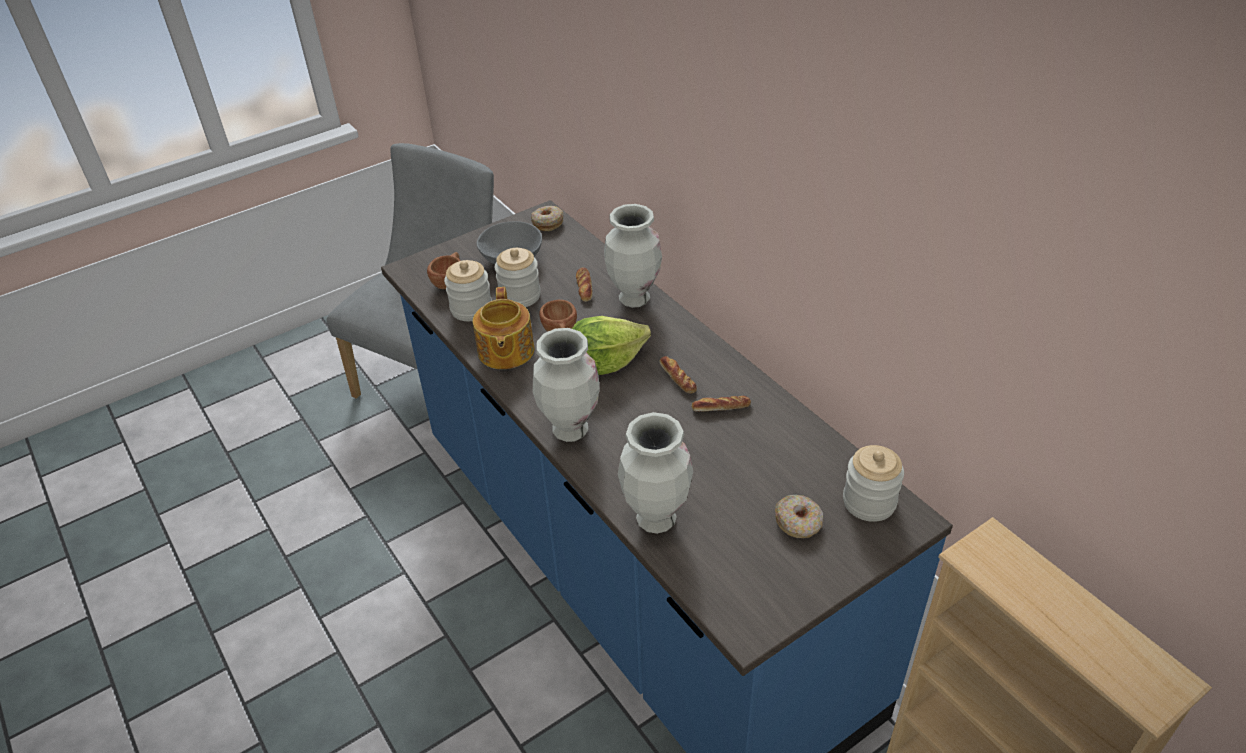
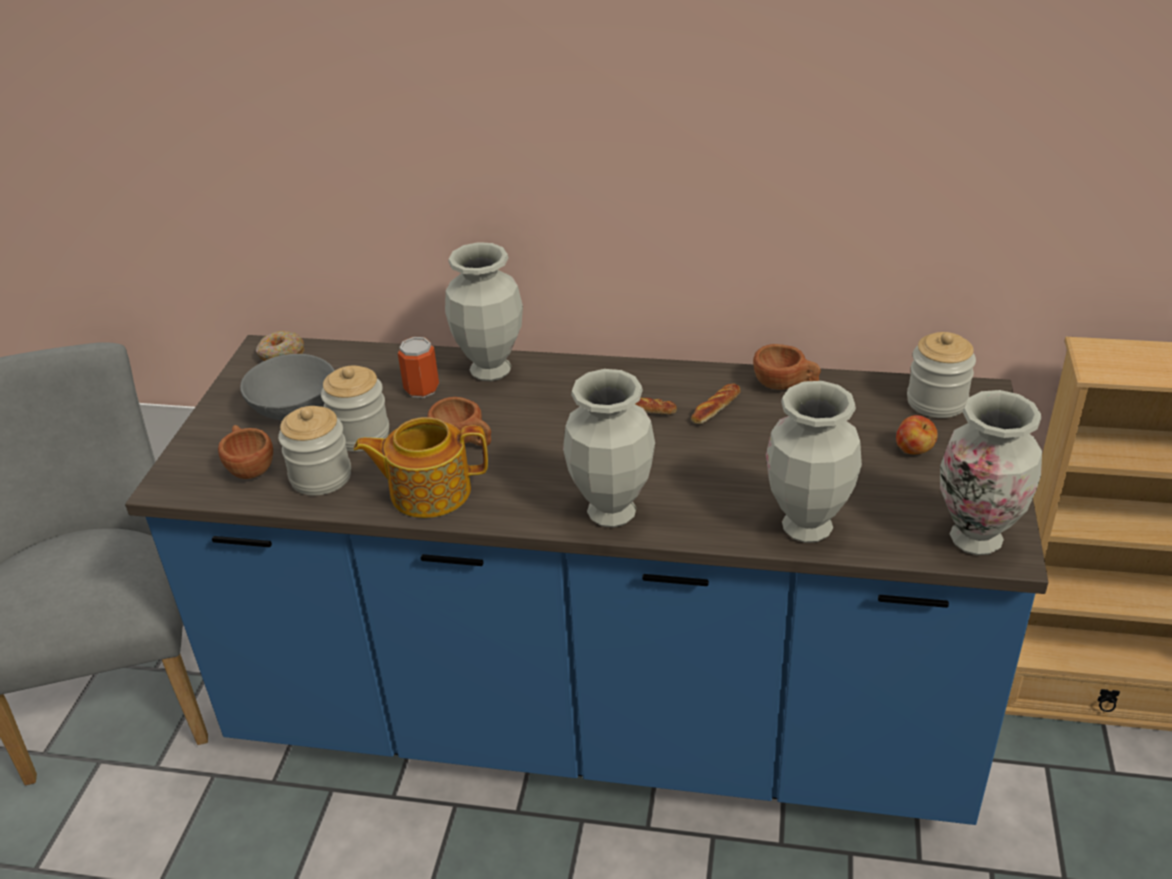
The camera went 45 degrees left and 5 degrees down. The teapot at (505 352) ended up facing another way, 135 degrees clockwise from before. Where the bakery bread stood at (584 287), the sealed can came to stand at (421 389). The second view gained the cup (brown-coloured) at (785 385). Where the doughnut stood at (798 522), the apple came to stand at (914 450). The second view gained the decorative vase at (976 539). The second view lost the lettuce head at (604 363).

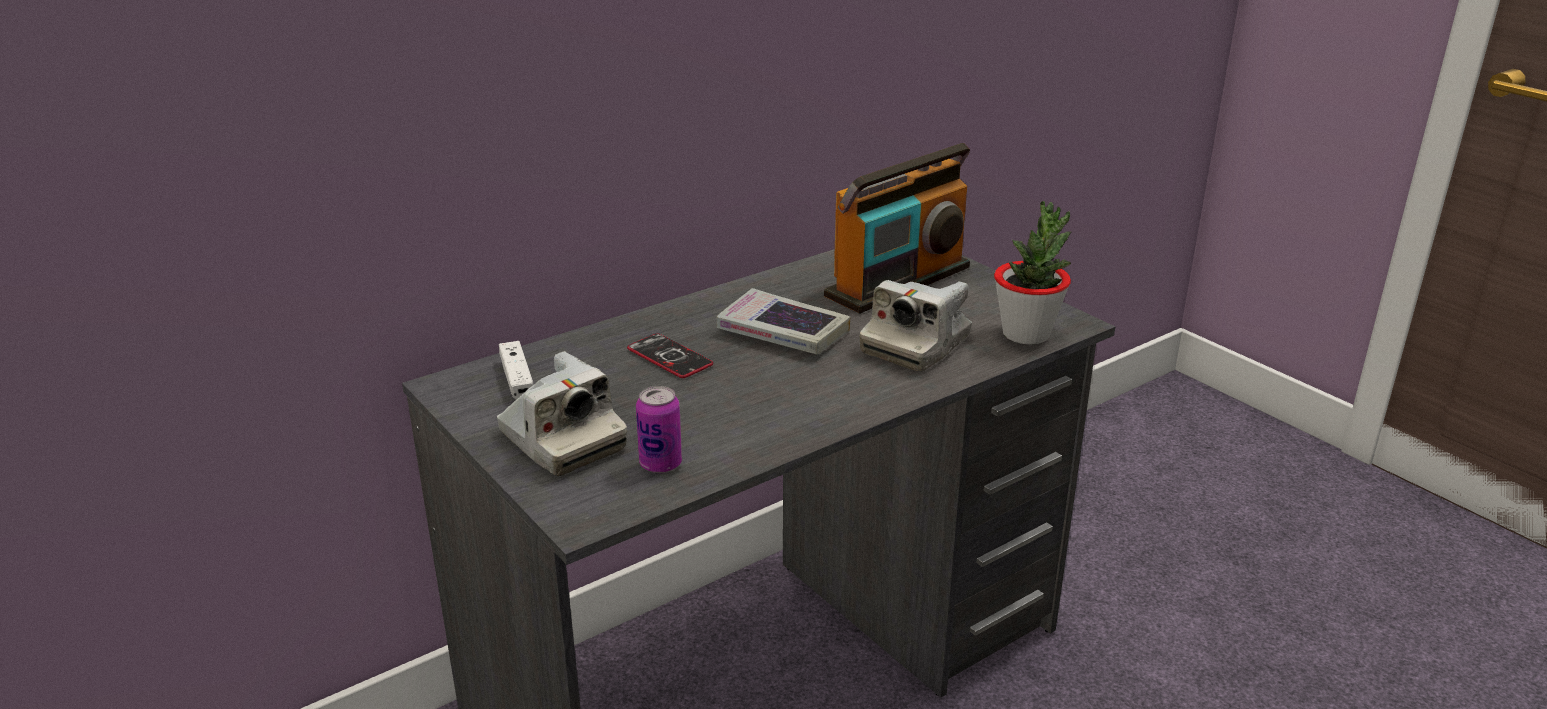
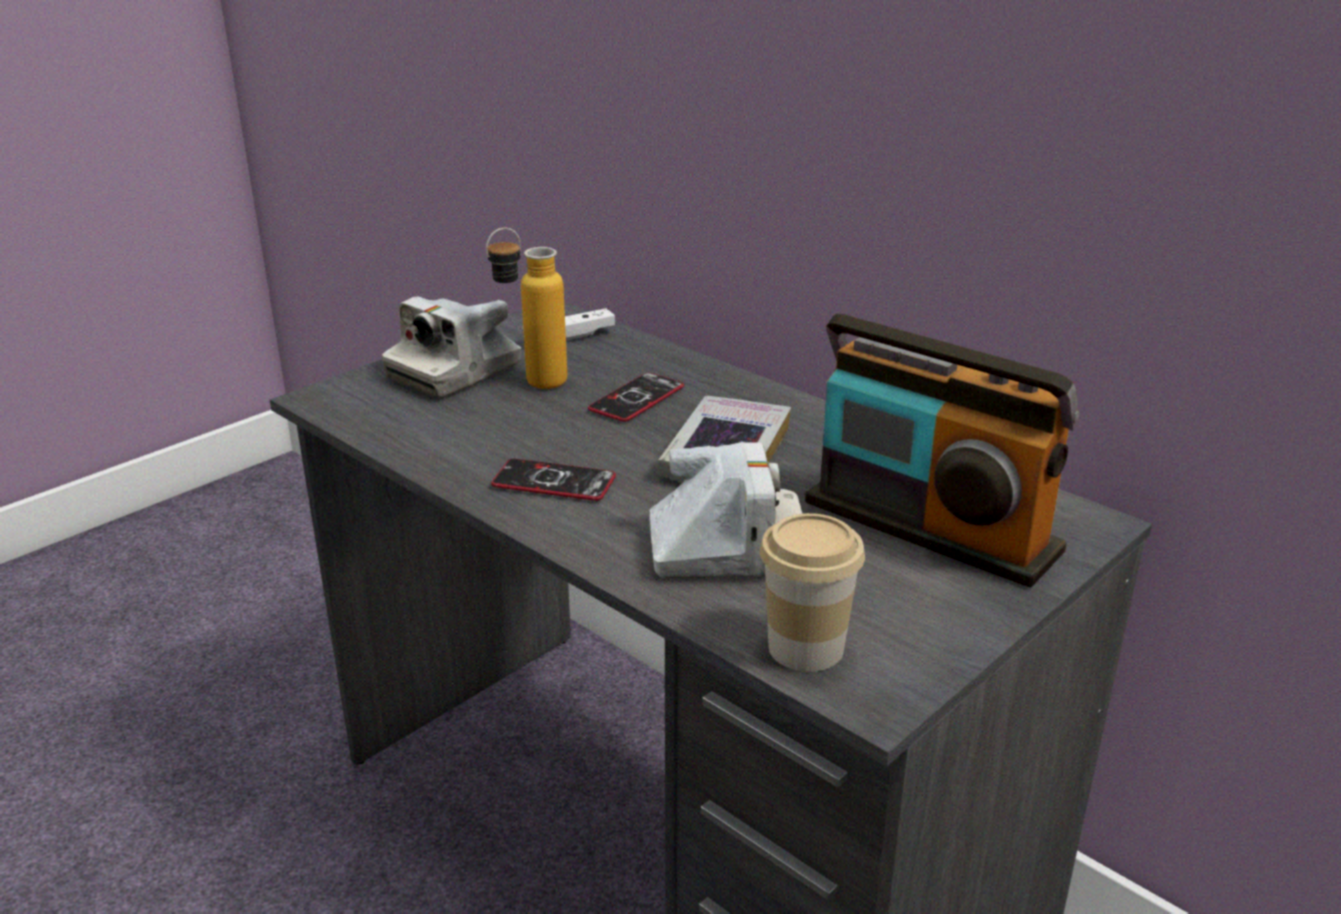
The camera went 80 degrees right and 0 degrees up. The second view gained the beverage bottle at (531 385). The second view gained the telephone at (554 482). The still camera at (916 345) ended up facing another way, 150 degrees clockwise from before. Where the houseplant stood at (1026 334), the cup came to stand at (805 648). The second view lost the sealed can at (660 464).

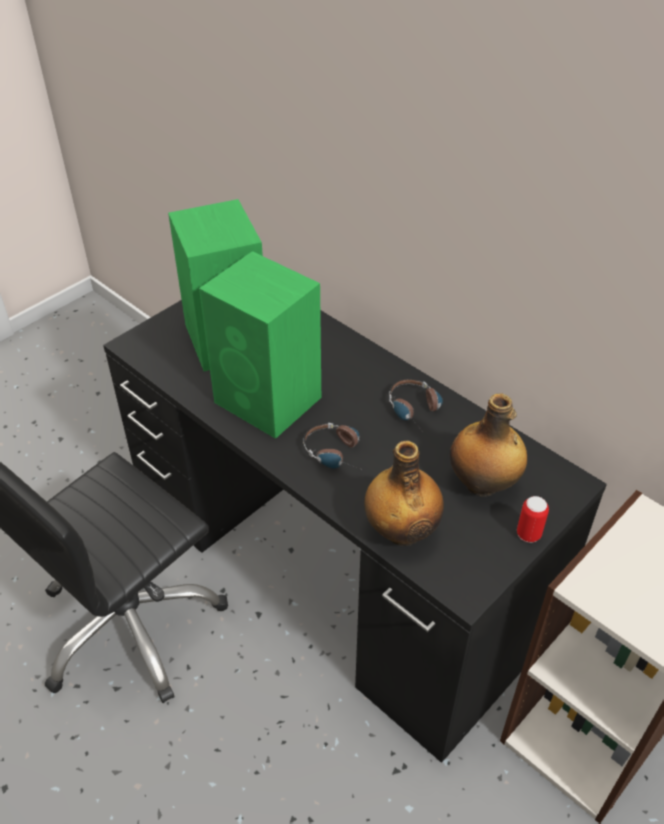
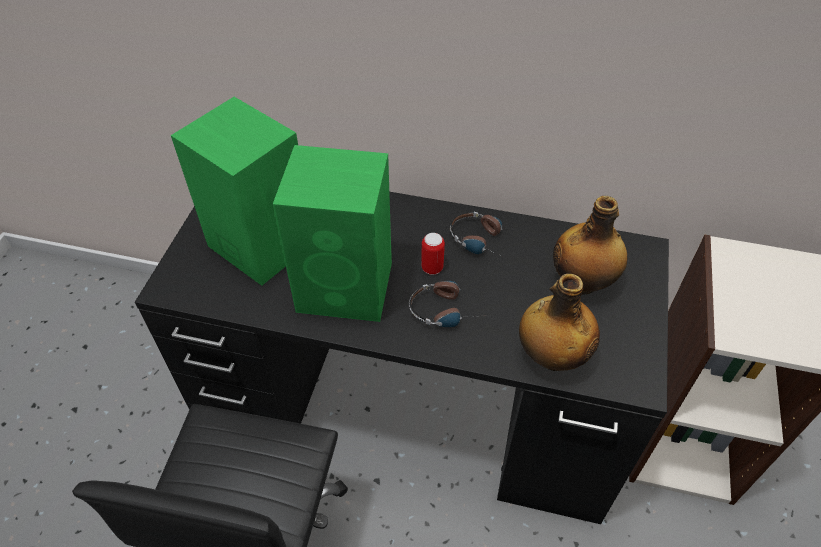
The camera went 30 degrees left and 5 degrees up. The sealed can ended up elsewhere, having gone from (528 534) to (432 268).

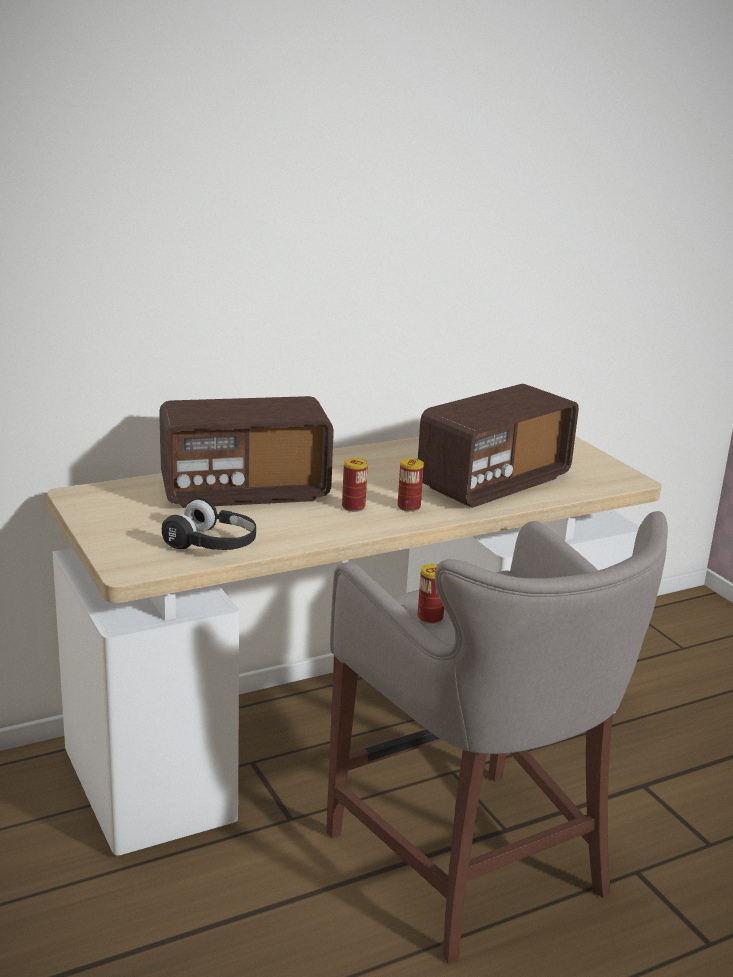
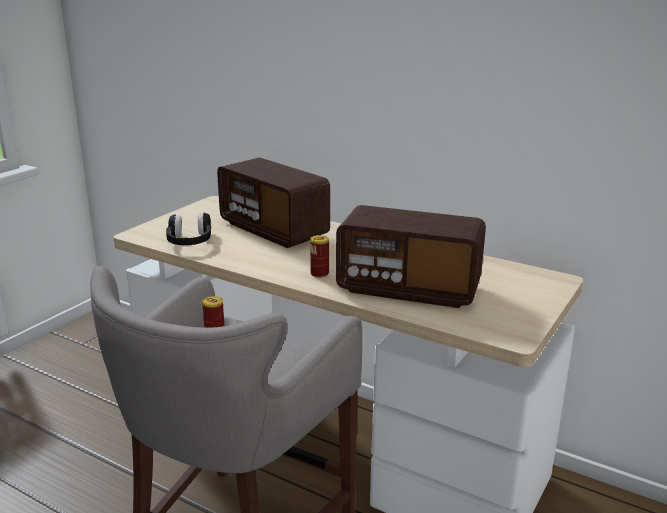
The camera went 60 degrees right and 0 degrees up. The second view lost the sealed can at (353 507).

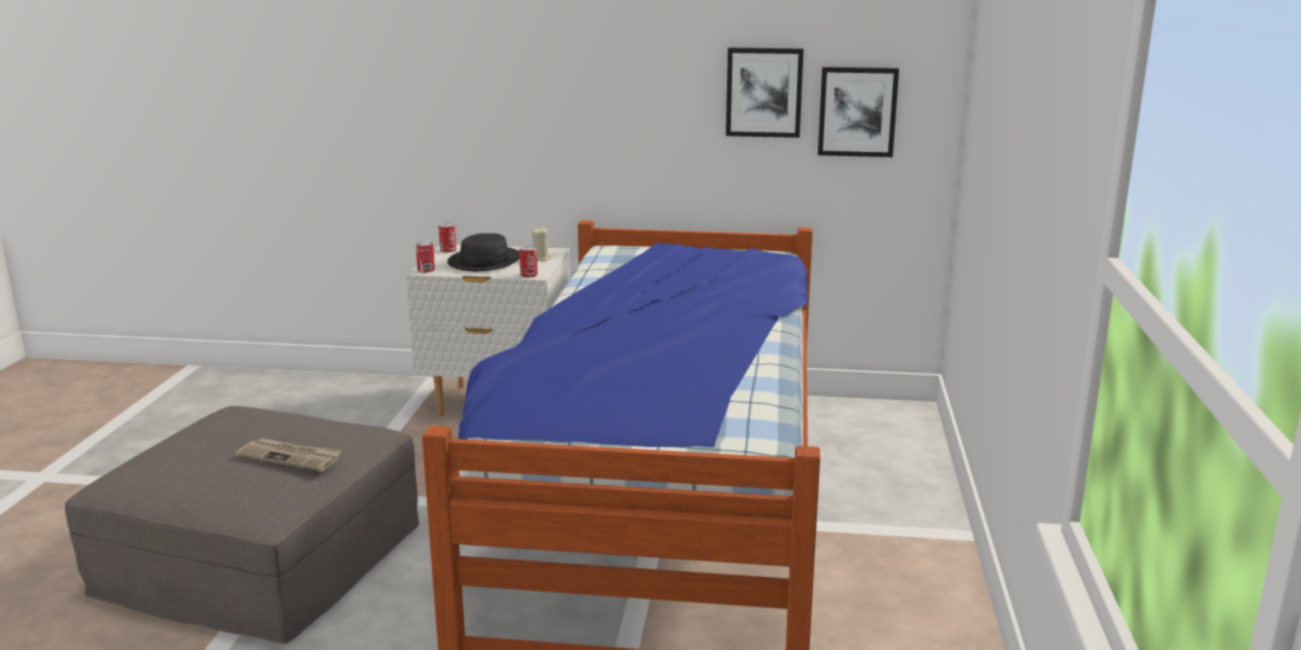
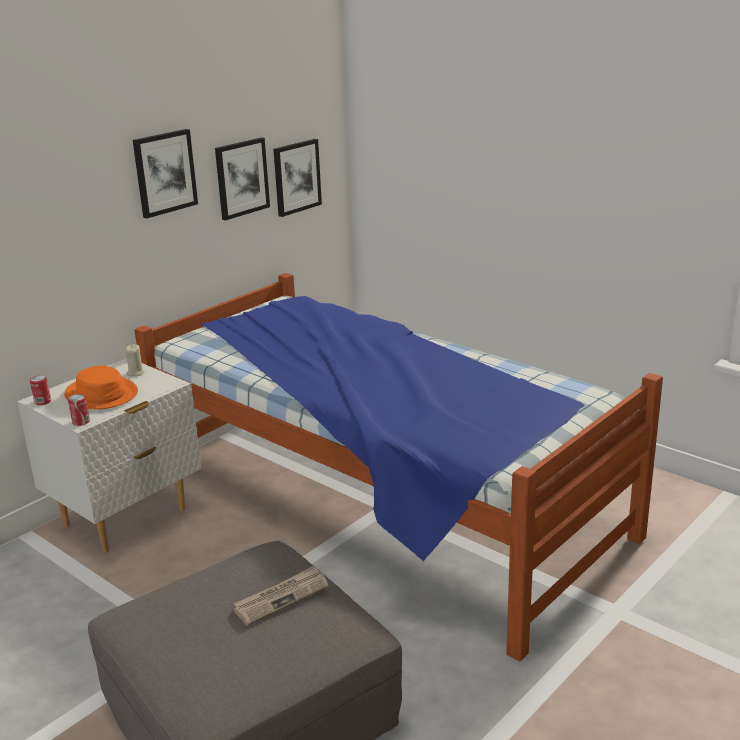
The camera went 55 degrees left and 5 degrees up. What was the clothing hat (black-coloured) at (485 261) turned into the clothing hat (orange) at (101 394). The second view gained the picture at (164 172). The second view lost the sealed can at (529 275).

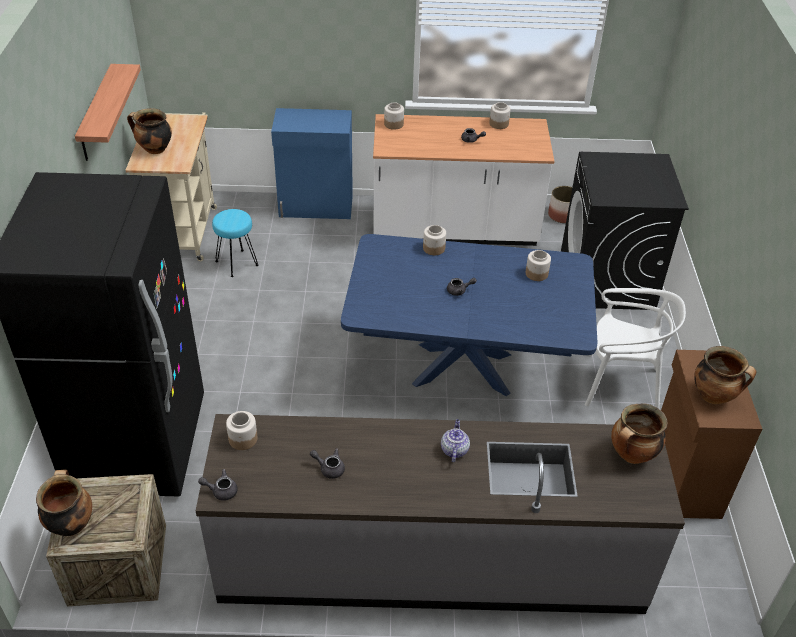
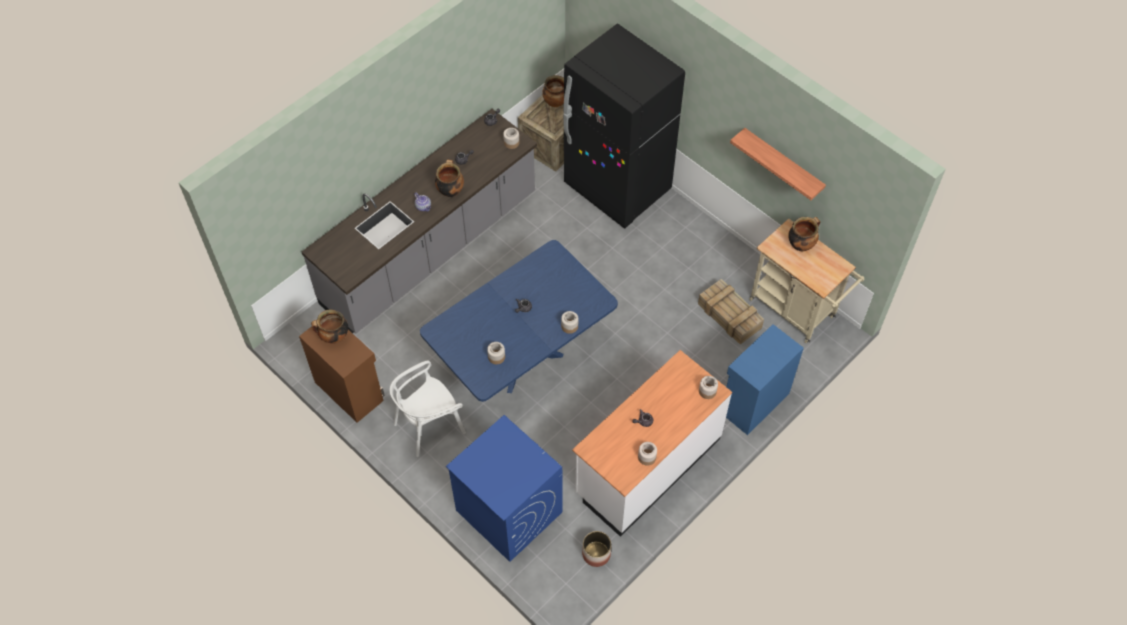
The camera went 135 degrees right and 15 degrees up. The stockpot ended up elsewhere, having gone from (632 455) to (450 190). What was the laundry appliance (black-coloured) at (607 280) turned into the laundry appliance (blue) at (508 511). Where the stool (turquoise) stood at (236 263), the packing crate came to stand at (730 316).

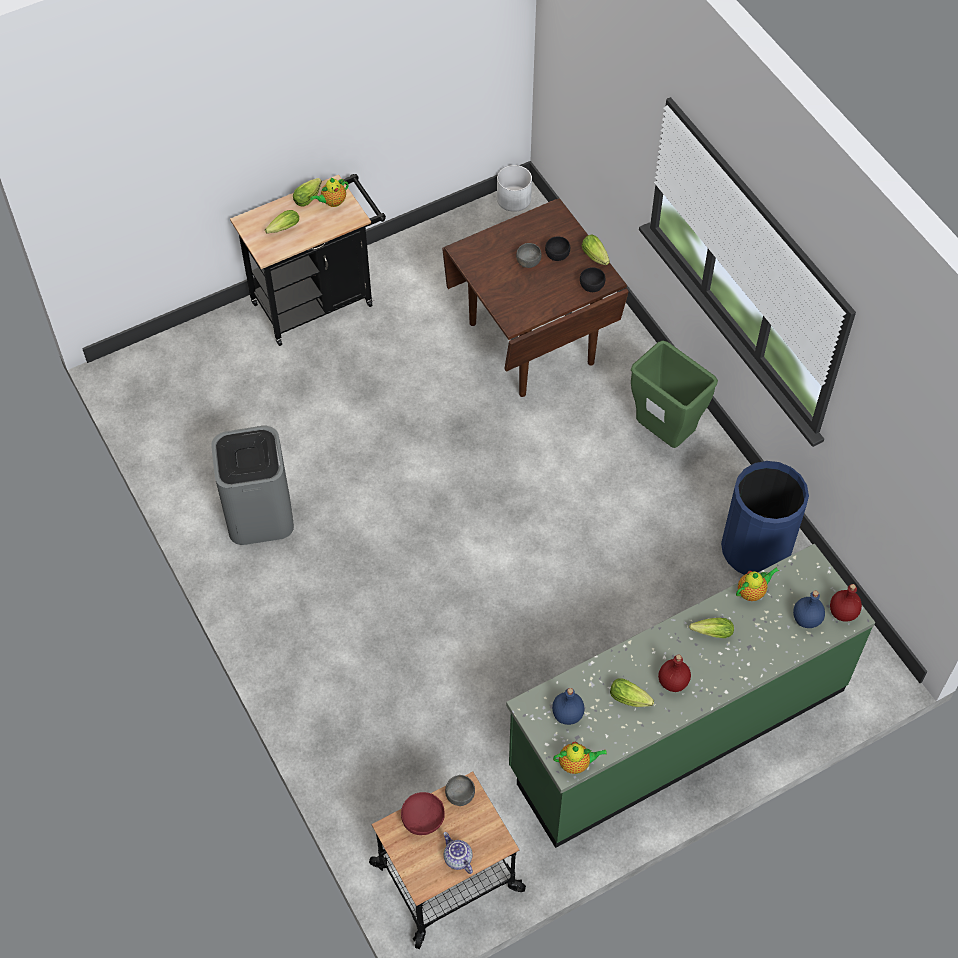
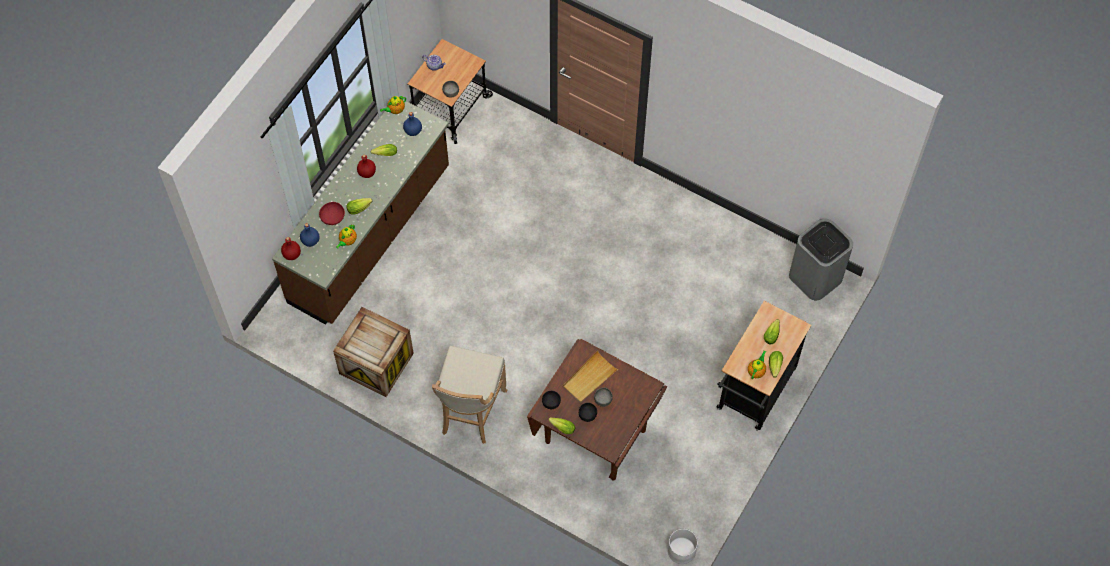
The camera went 150 degrees right and 5 degrees up. What was the counter (greenish) at (677 728) turned into the counter (brown-coloured) at (371 236). The serving bowl (red-coloured) ended up elsewhere, having gone from (423 818) to (333 218). Where the trash can (blue) stood at (755 549), the packing crate came to stand at (376 363). Where the trash can (greenish) stood at (665 434), the stool (beige-coloured) came to stand at (471 413). The second view gained the serving tray (beige-coloured) at (589 378). The trash can (greyish) ended up elsewhere, having gone from (260 514) to (815 277).

